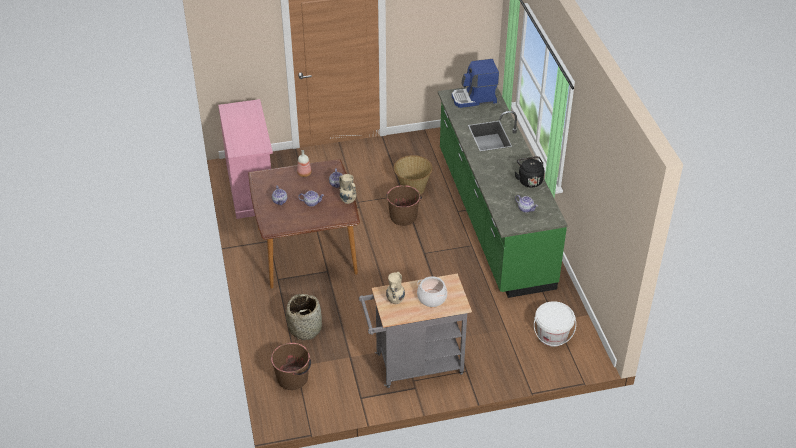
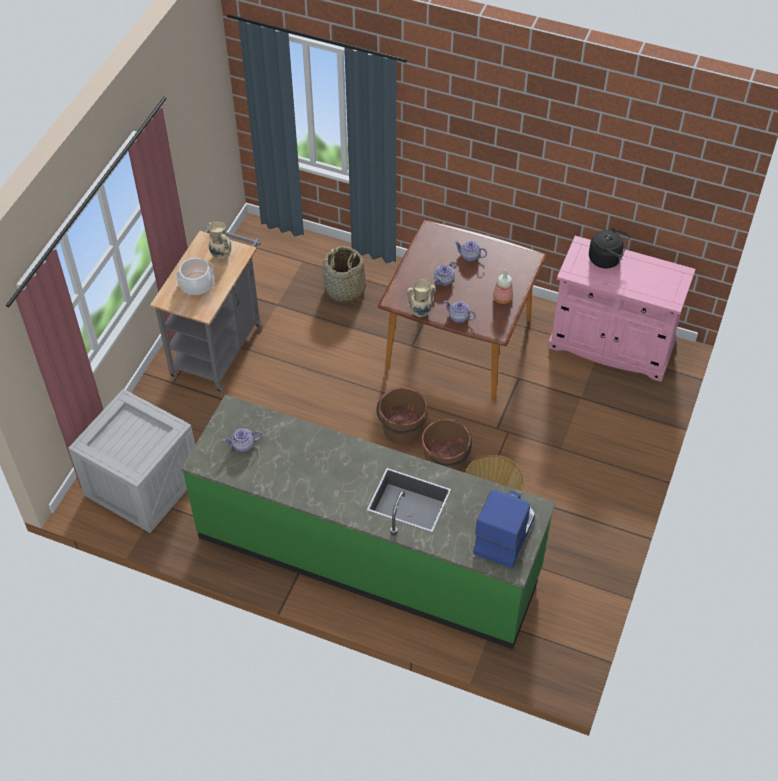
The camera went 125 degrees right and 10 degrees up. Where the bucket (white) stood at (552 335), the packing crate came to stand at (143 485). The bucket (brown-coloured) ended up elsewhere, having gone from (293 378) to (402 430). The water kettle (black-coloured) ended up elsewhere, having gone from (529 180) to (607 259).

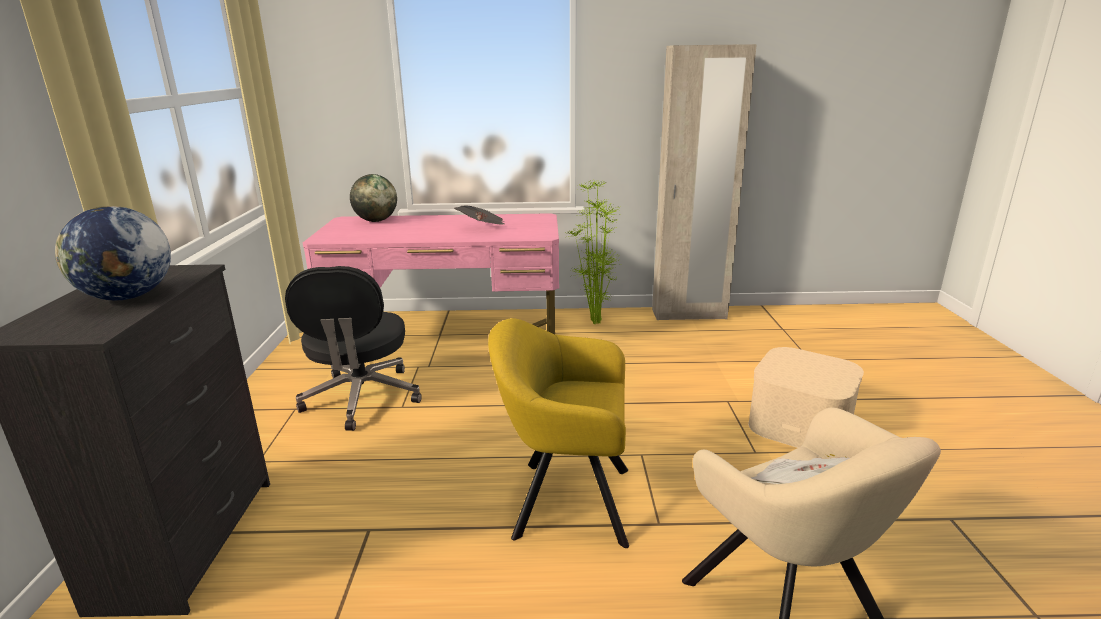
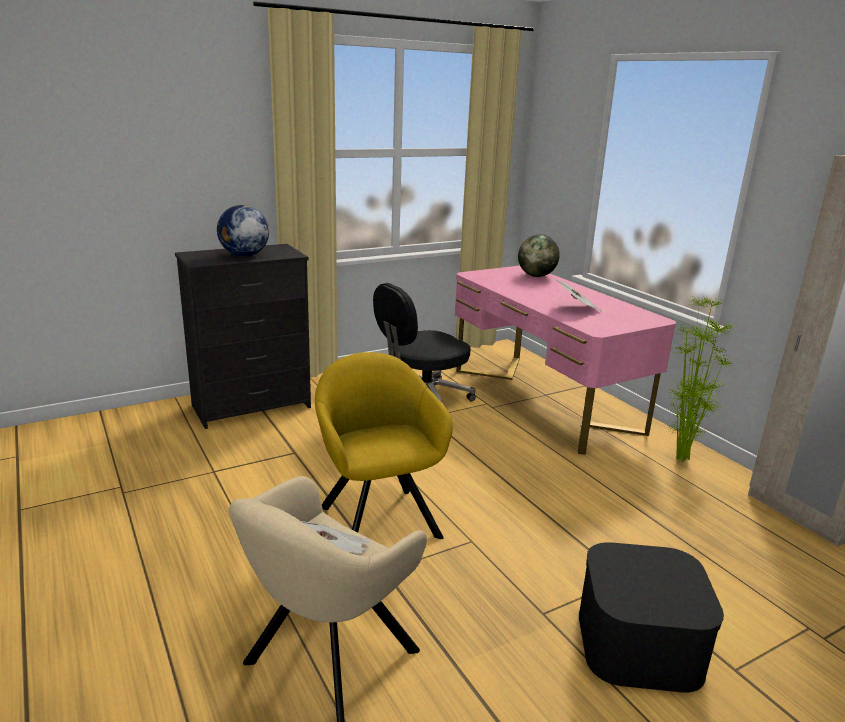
The camera went 60 degrees right and 0 degrees up. What was the storage box (beige-coloured) at (800 423) turned into the storage box (black-coloured) at (639 643).

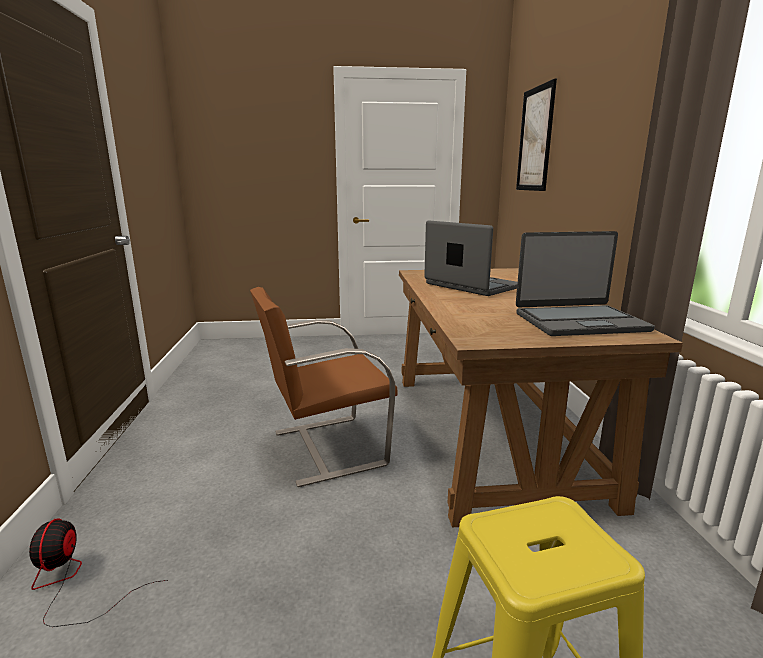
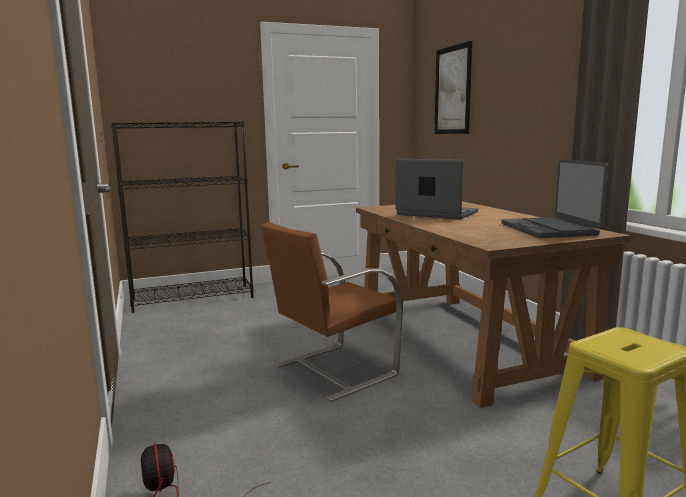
The camera went 15 degrees left and 5 degrees down. The second view gained the bookcase (black-coloured) at (193 298). The notebook computer at (579 322) ended up facing another way, 105 degrees clockwise from before.

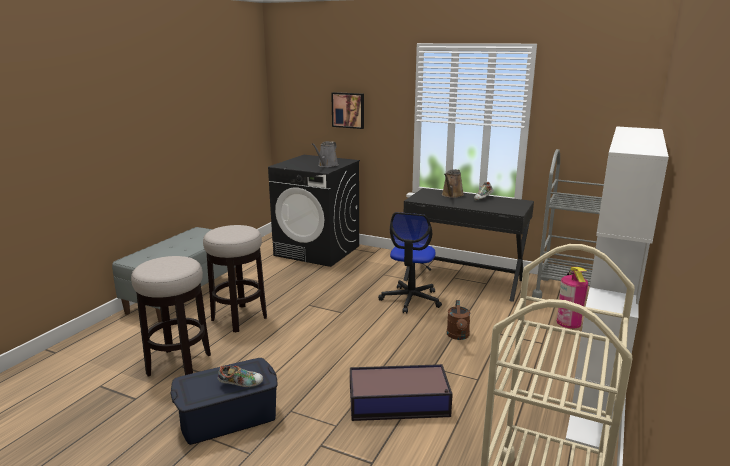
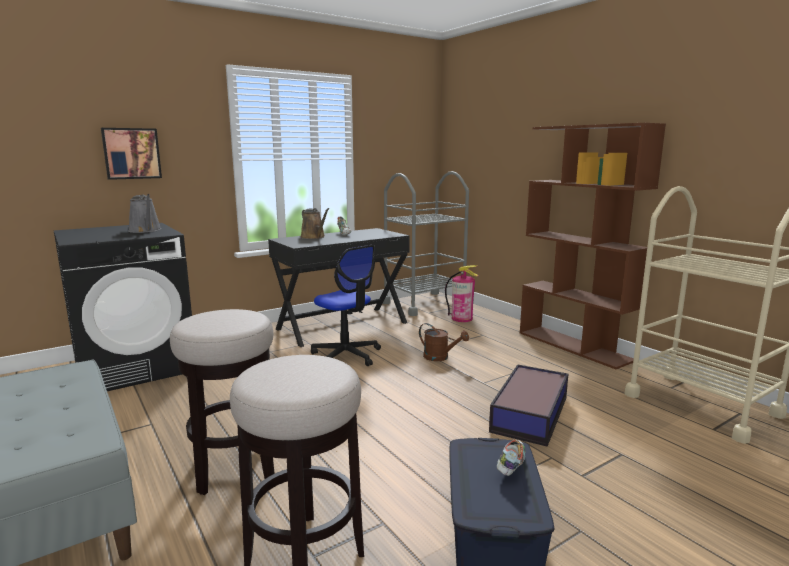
The camera went 60 degrees left and 5 degrees down. What was the bookcase (white) at (595 402) turned into the bookcase (brown-coloured) at (574 346).

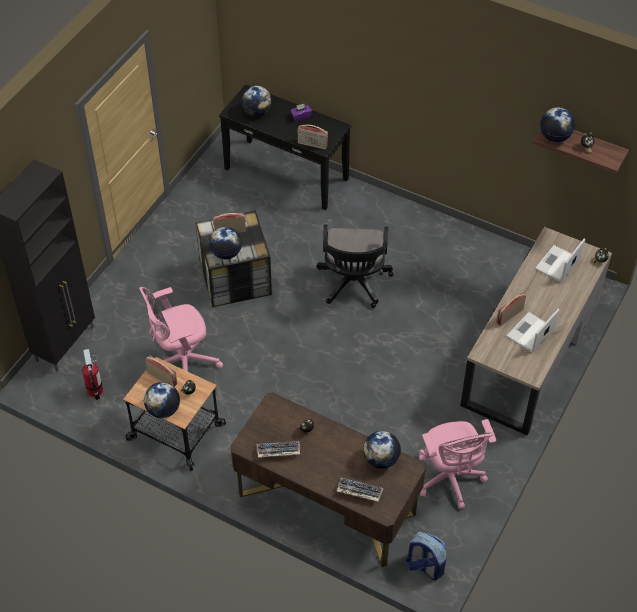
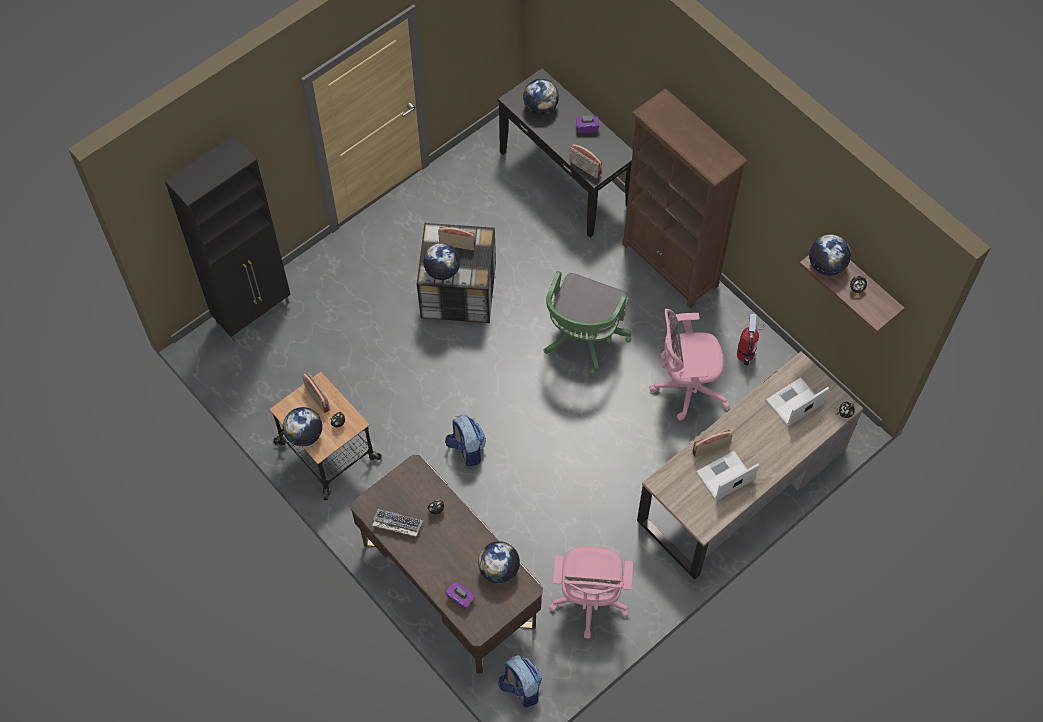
The camera went 20 degrees right and 10 degrees up. The second view gained the rucksack at (466 449). Where the computer keyboard stood at (359 492), the tissue holder (purple-coloured) came to stand at (460 598). What was the computer chair (black-coloured) at (353 284) turned into the computer chair (greenish) at (583 339). The second view gained the bookcase (brown-coloured) at (670 265). The computer chair (pink) ended up elsewhere, having gone from (182 361) to (686 388). The extinguisher ended up elsewhere, having gone from (95 390) to (745 354).

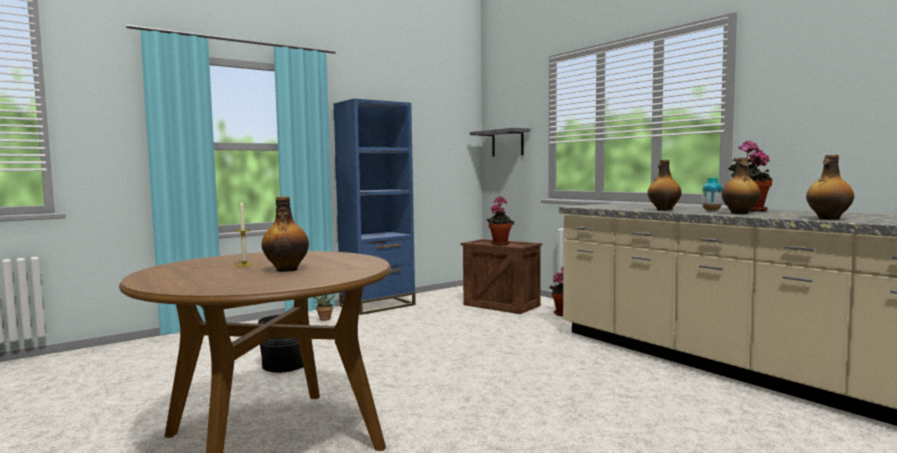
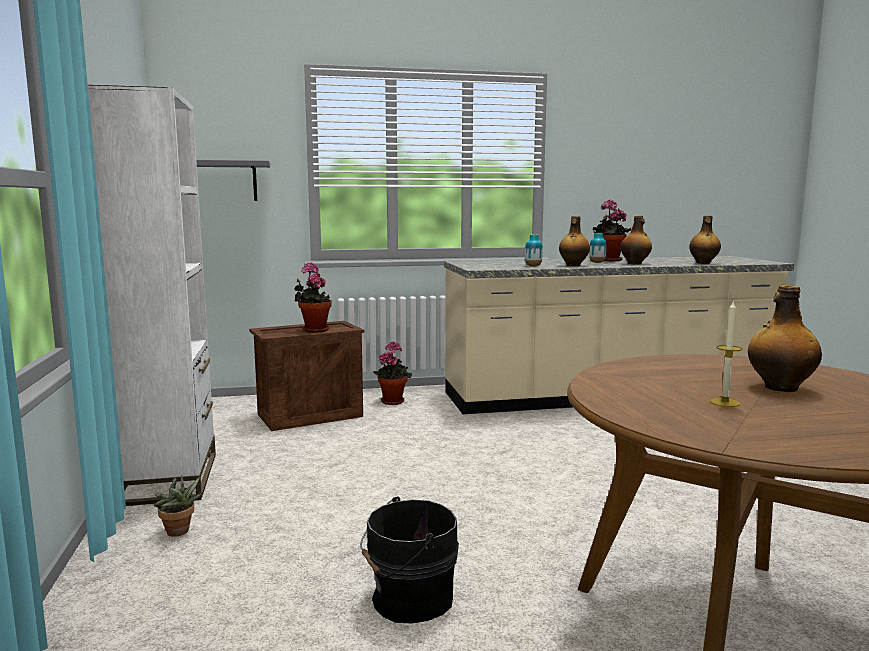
The camera went 65 degrees left and 5 degrees up. What was the bookcase (blue) at (378 305) turned into the bookcase (white) at (168 478). The second view gained the decorative vase at (533 266).

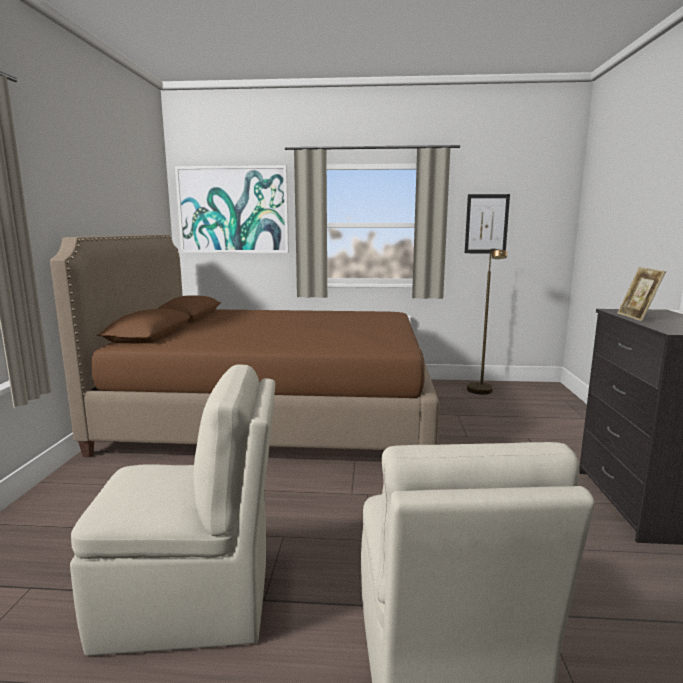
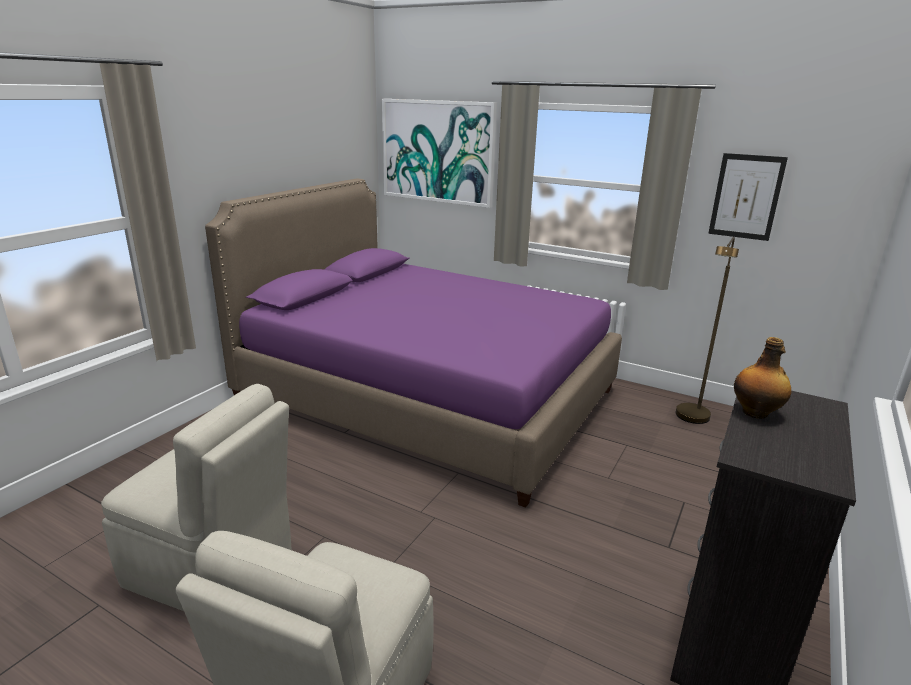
The camera went 25 degrees right and 10 degrees up. What was the sleeping bed (brown-coloured) at (277 415) turned into the sleeping bed (purple-coloured) at (428 396). Where the photo frame stood at (637 317), the beverage bottle came to stand at (756 413).

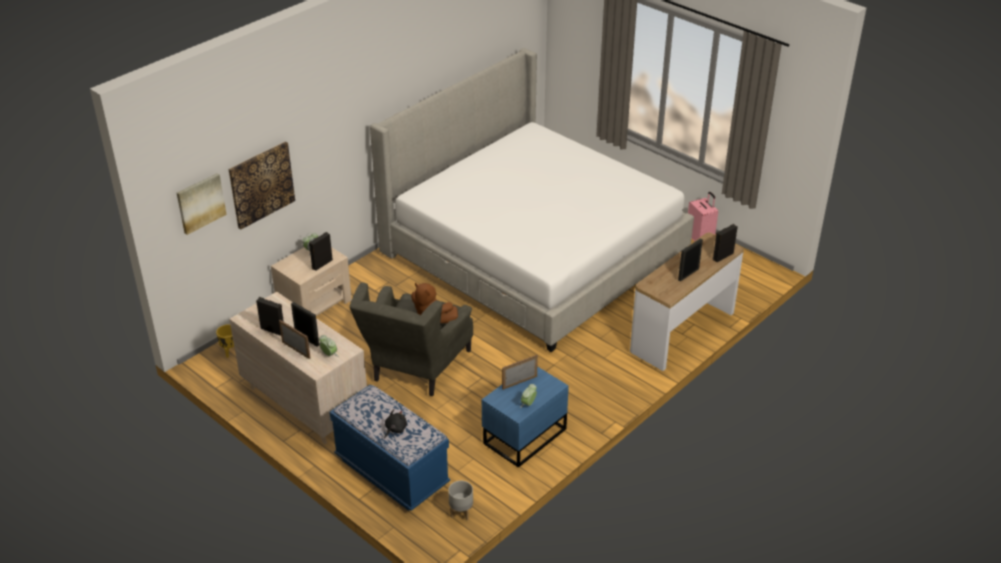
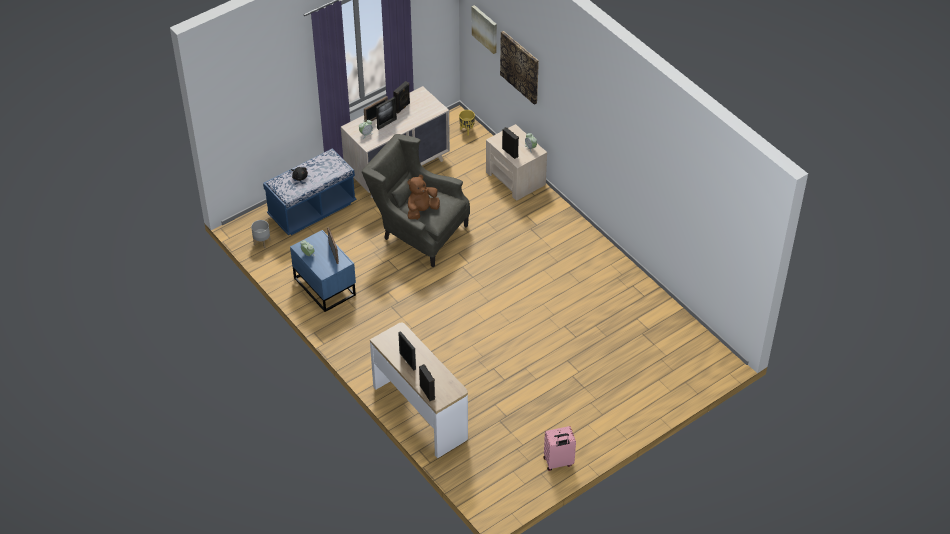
The camera went 100 degrees right and 10 degrees up. The second view lost the sleeping bed at (534 251).

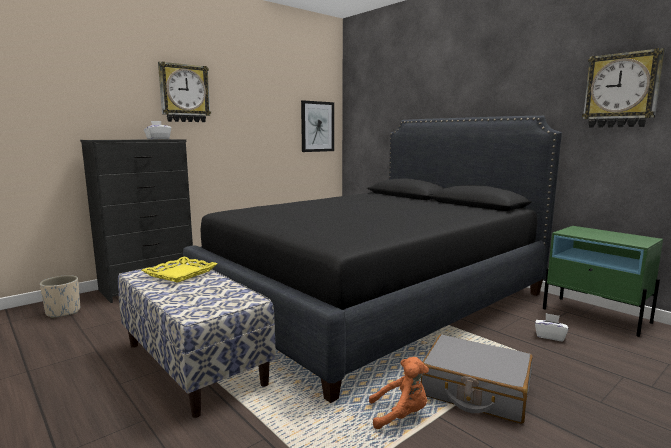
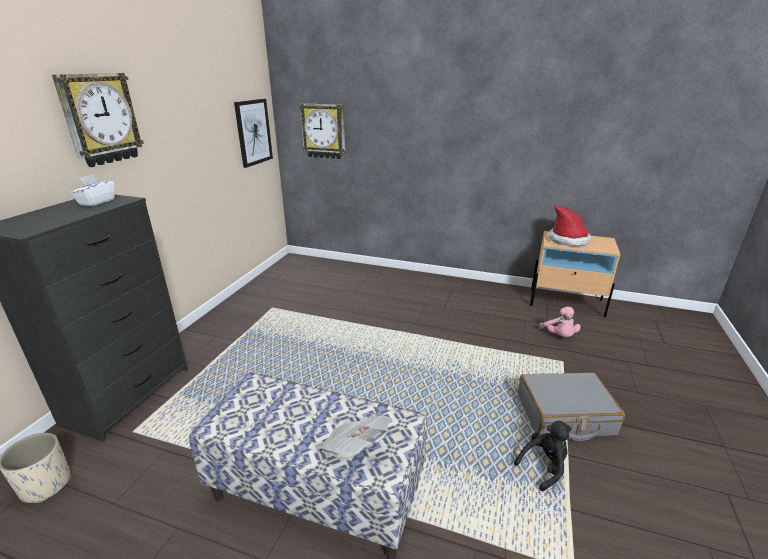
The camera went 30 degrees left and 15 degrees up. The hanging clock ended up elsewhere, having gone from (621 90) to (324 131). The second view gained the newspaper at (355 447). What was the soft toy (orange) at (401 415) turned into the soft toy (black-coloured) at (543 466). What was the nightstand (greenish) at (596 316) turned into the nightstand (beige-coloured) at (566 303). Where the tissue holder (white) stood at (550 336), the soft toy (pink) came to stand at (559 336). The second view gained the clothing hat at (568 240). The second view lost the serving tray (yellow-coloured) at (181 273). The second view lost the sleeping bed (black-coloured) at (374 300).

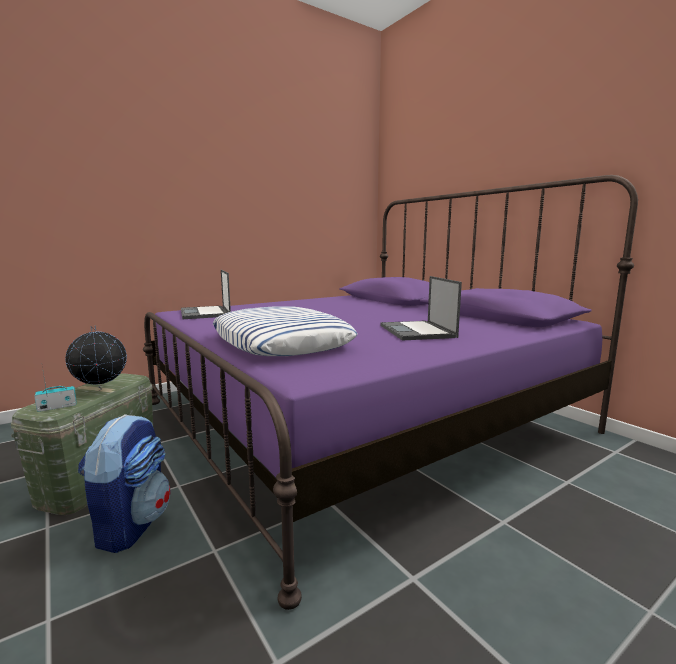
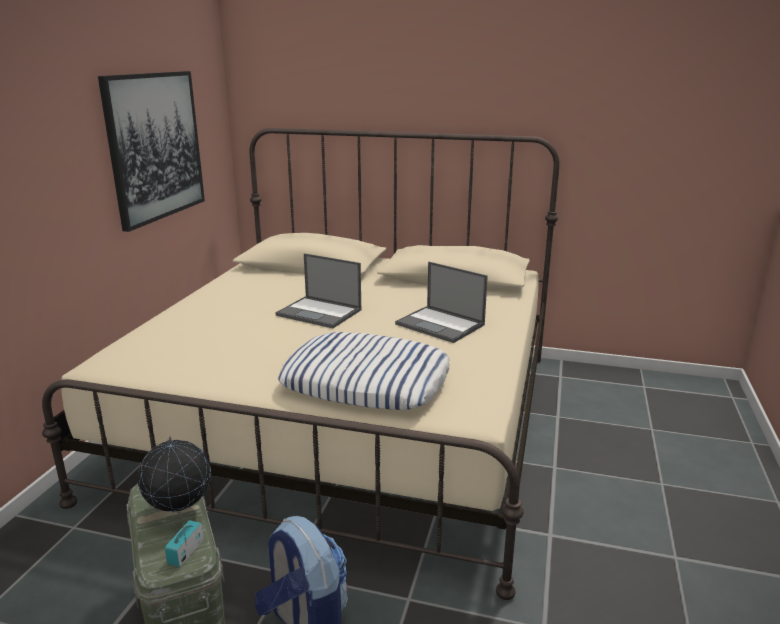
The camera went 40 degrees left and 10 degrees up. What was the sleeping bed (purple-coloured) at (359 416) turned into the sleeping bed (beige-coloured) at (347 419). The second view gained the picture at (155 146). The notebook computer ended up elsewhere, having gone from (205 313) to (320 313).

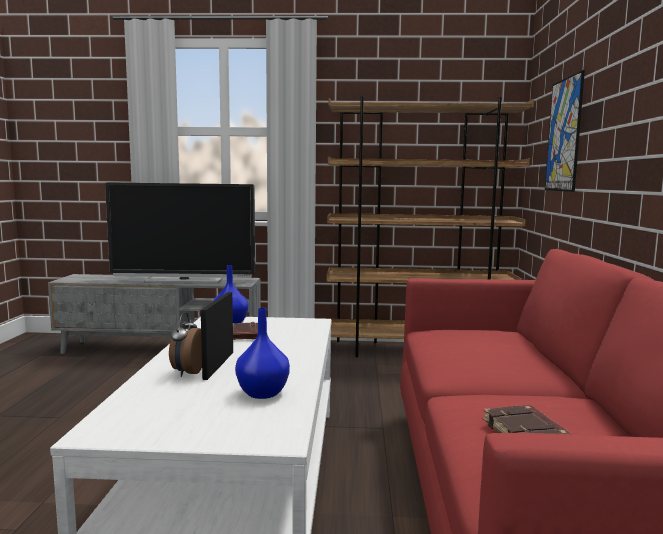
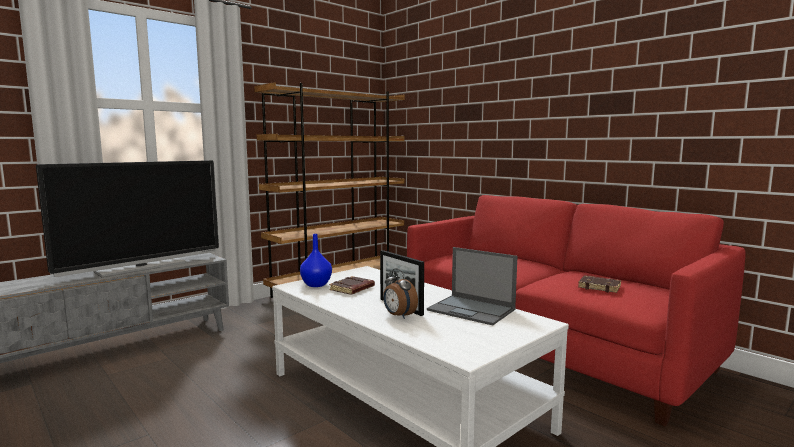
The camera went 45 degrees left and 0 degrees up. Where the decorative vase (blue) stood at (263 393), the notebook computer came to stand at (472 310). The second view lost the picture at (564 135).

